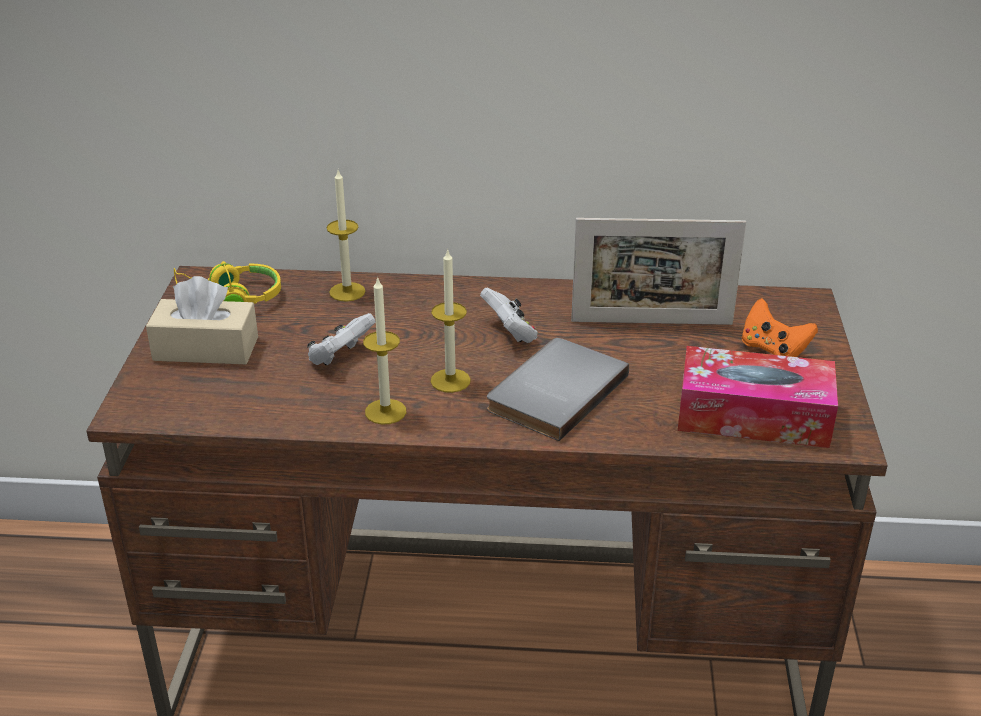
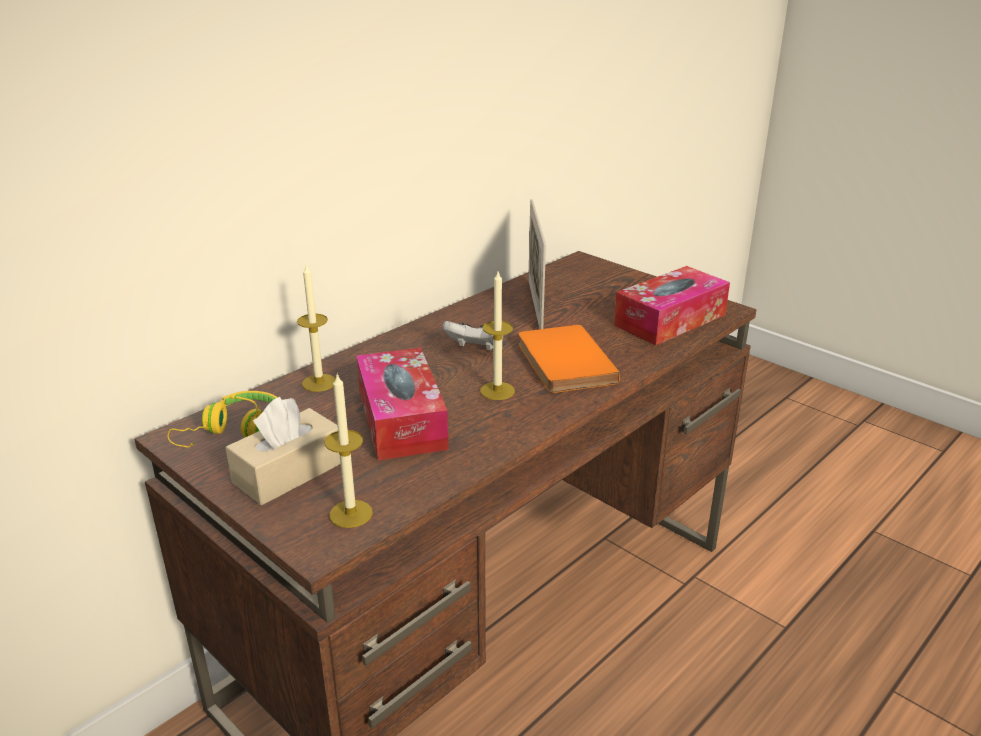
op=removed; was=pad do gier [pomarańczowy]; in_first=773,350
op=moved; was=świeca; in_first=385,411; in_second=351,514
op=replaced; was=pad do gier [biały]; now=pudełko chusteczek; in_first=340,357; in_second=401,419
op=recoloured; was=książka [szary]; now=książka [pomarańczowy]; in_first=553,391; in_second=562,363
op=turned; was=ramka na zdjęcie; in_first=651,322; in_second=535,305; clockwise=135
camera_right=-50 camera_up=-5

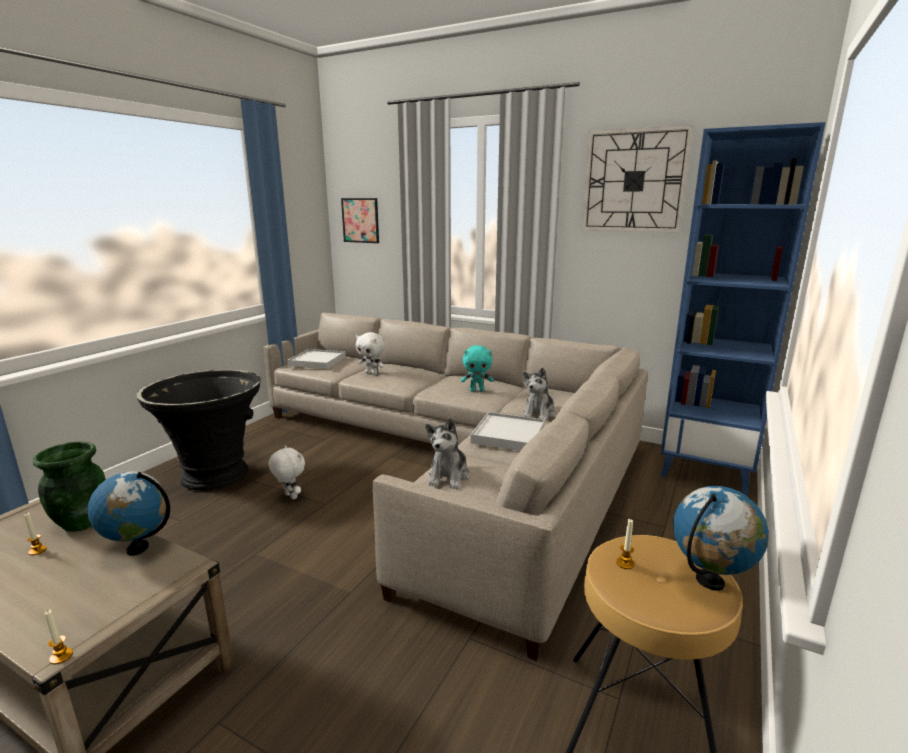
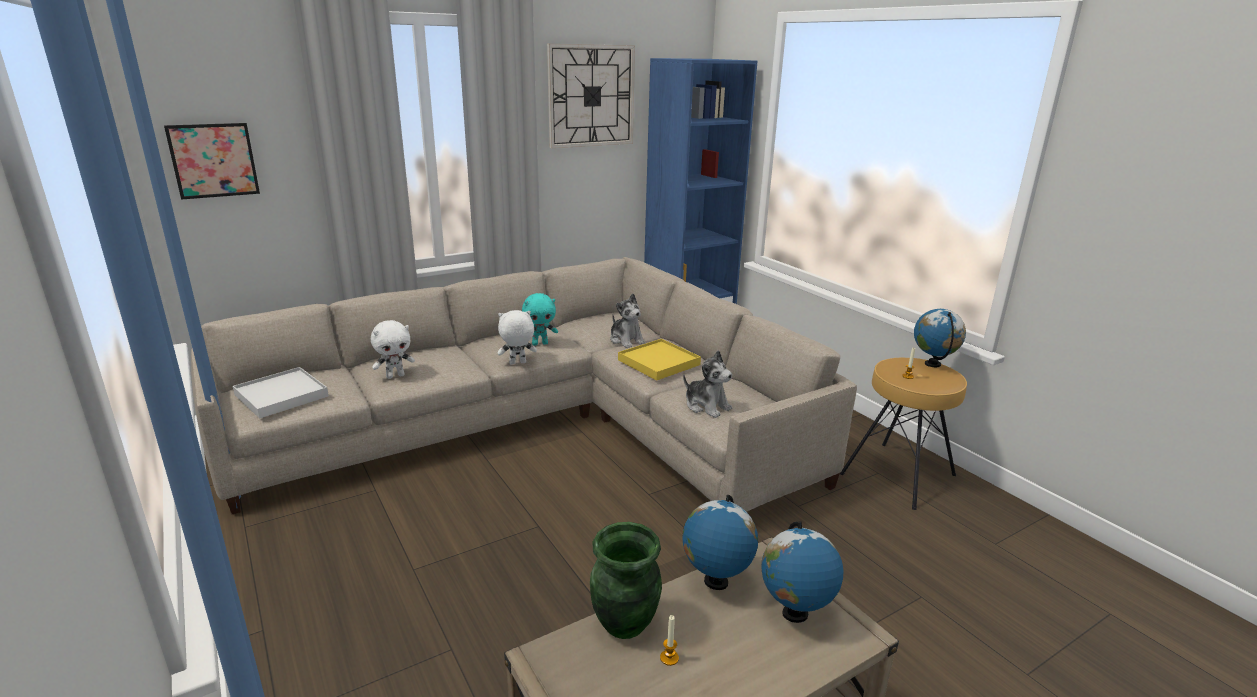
op=removed; was=świeca; in_first=61,656
op=removed; was=donica [czarny]; in_first=215,475
op=added; now=globus; in_second=794,614
op=moved; was=pluszak [biały]; in_first=290,496; in_second=517,363
op=recoloured; was=taca [biały]; now=taca [żółty]; in_first=508,435; in_second=659,362
op=turned; was=pluszak [turkusowy]; in_first=477,390; in_second=540,343; clockwise=45
camera_right=-60 camera_up=5

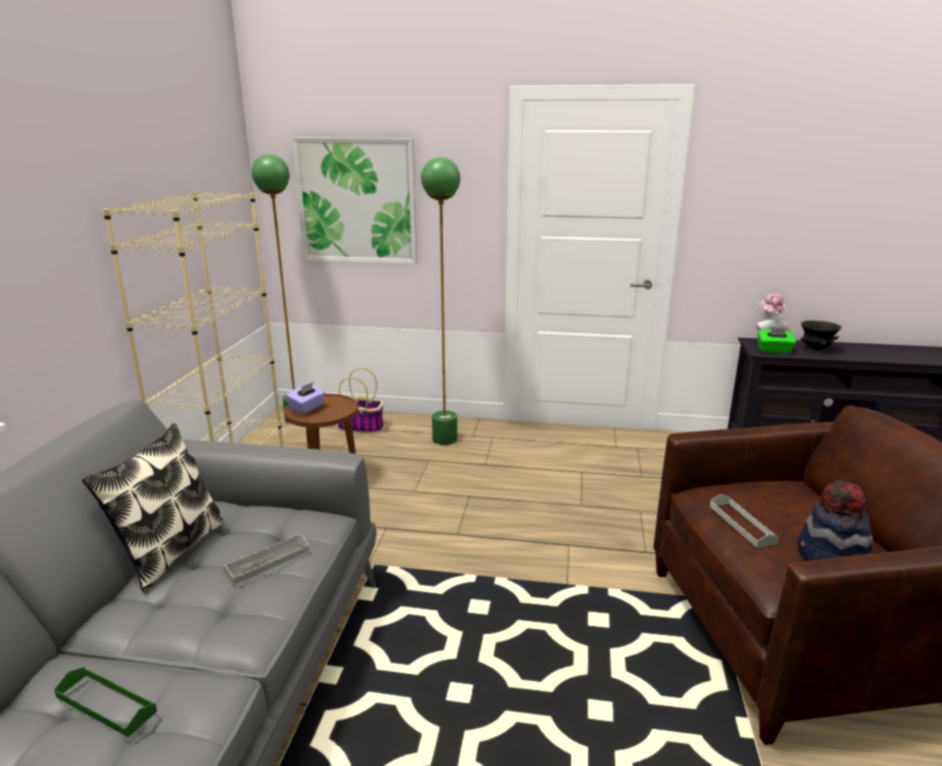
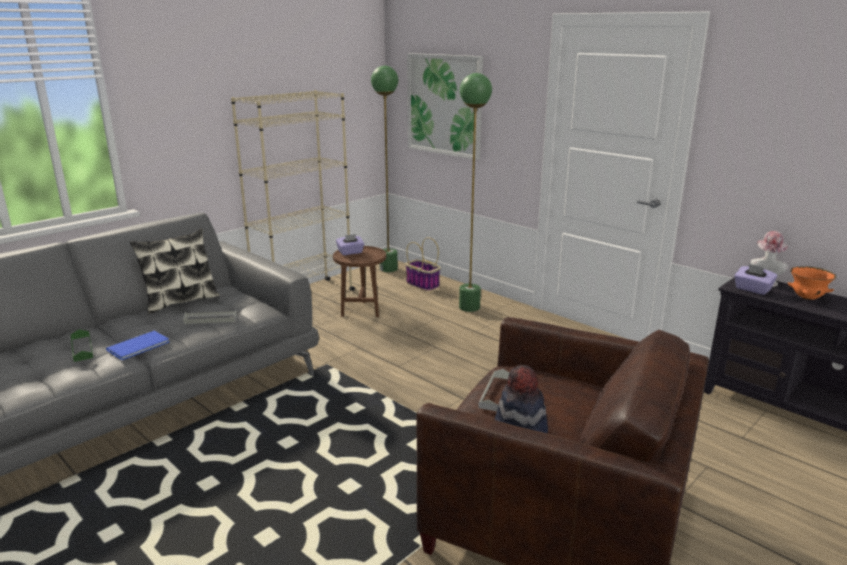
op=added; now=książka [niebieski]; in_second=140,346
op=recoloured; was=pudełko chusteczek [zielony]; now=pudełko chusteczek [fioletowy]; in_first=774,351; in_second=752,289
op=recoloured; was=miska [czarny]; now=miska [pomarańczowy]; in_first=816,349; in_second=807,298
camera_right=35 camera_up=0

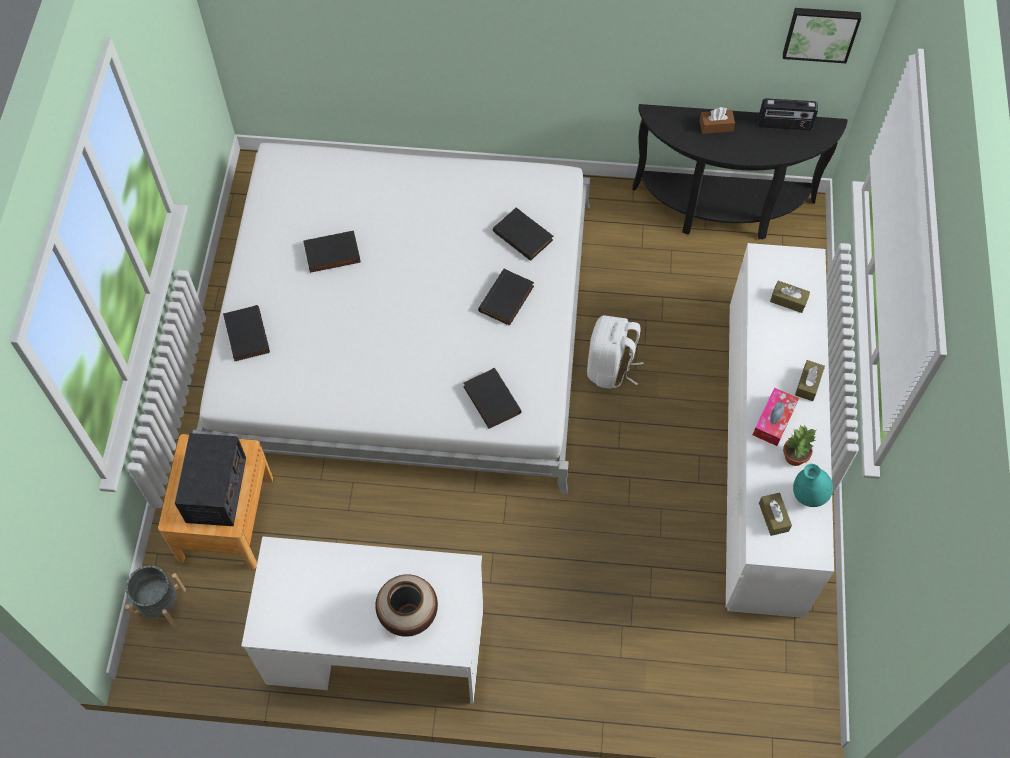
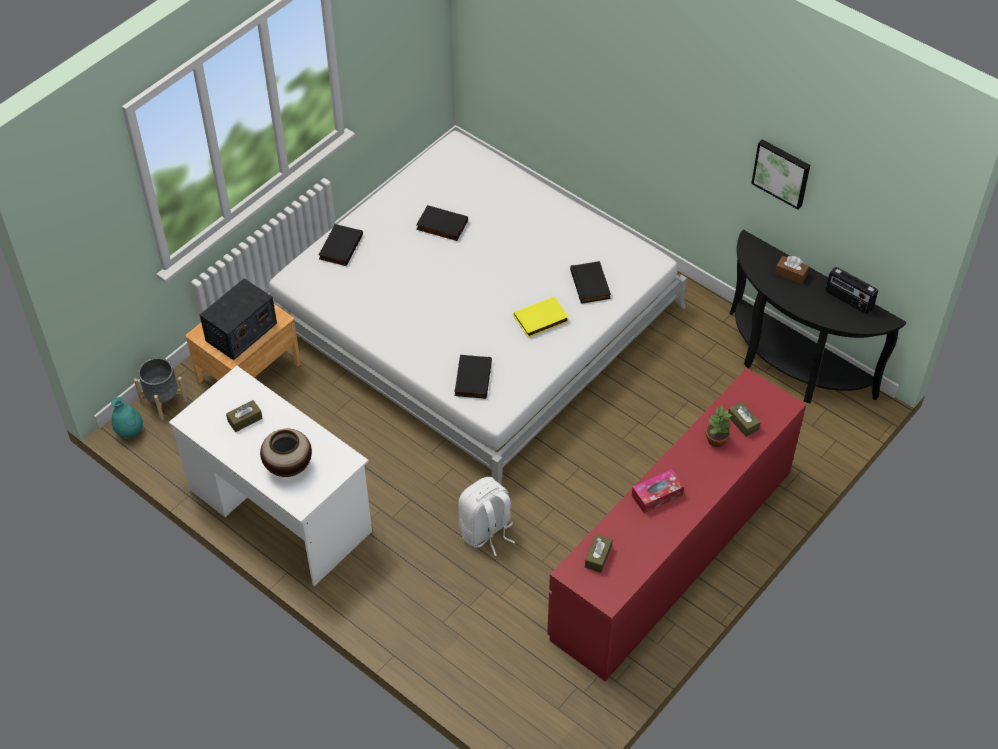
op=moved; was=plecak [biały]; in_first=610,368; in_second=486,531
op=moved; was=obraz; in_first=821,33; in_second=782,172
op=moved; was=roślina doniczkowa; in_first=794,457; in_second=716,440
op=moved; was=wazon [turkusowy]; in_first=808,495; in_second=130,432
op=moved; was=pudełko chusteczek [brązowy]; in_first=808,384; in_second=245,420
op=recoloured; was=książka [czarny]; now=książka [żółty]; in_first=507,299; in_second=541,320
op=recoloured; was=komoda [biały]; now=komoda [czerwony]; in_first=764,455; in_second=673,553
camera_right=35 camera_up=-10

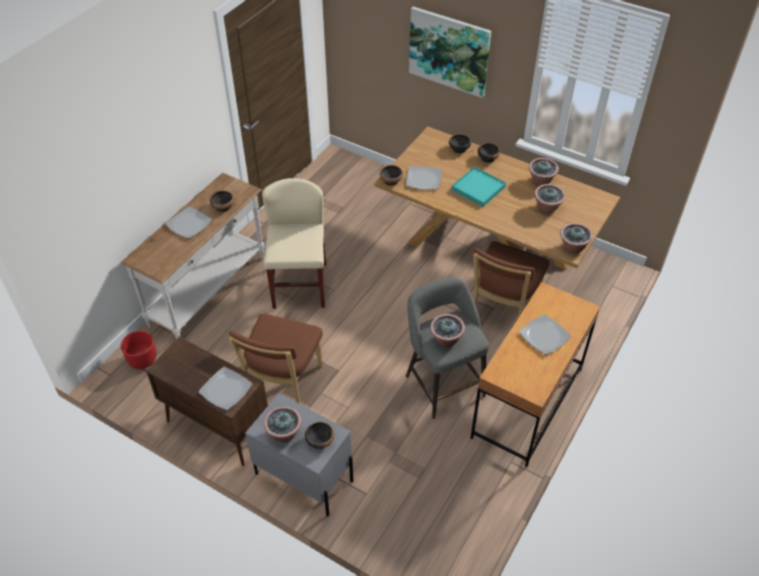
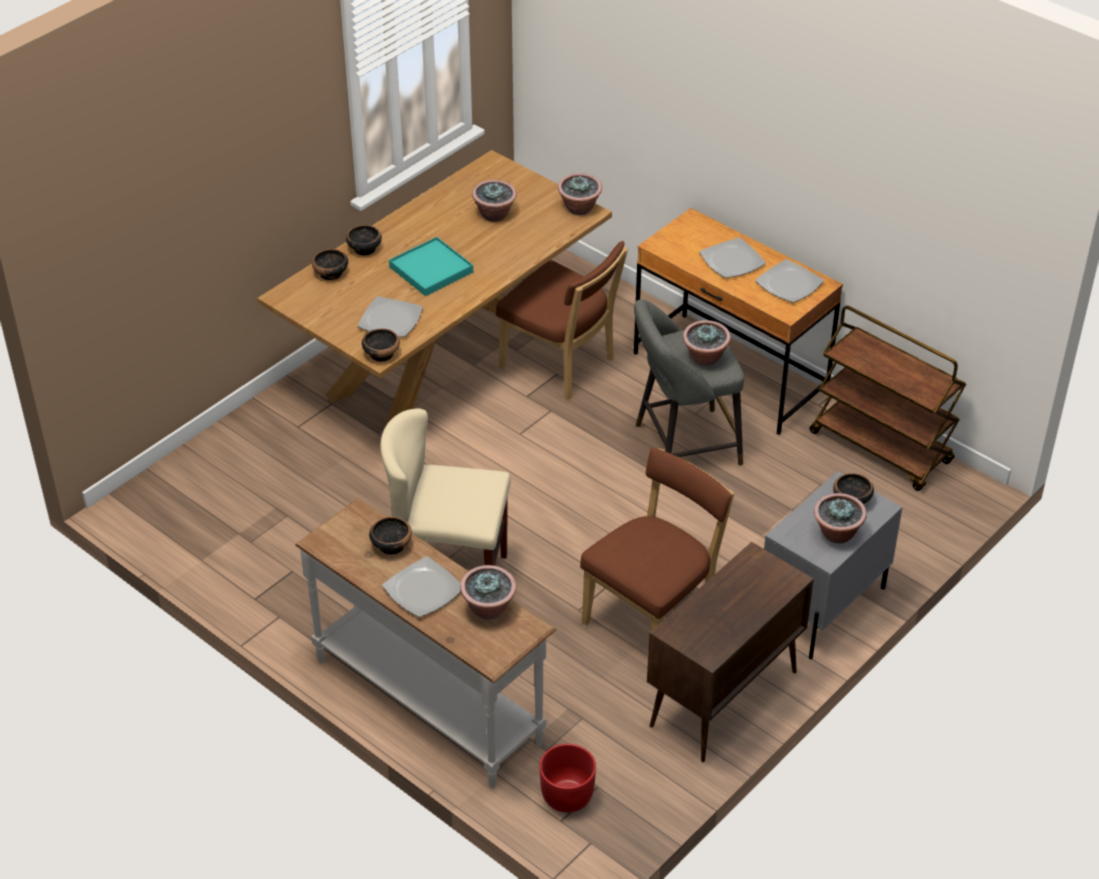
op=removed; was=obraz; in_first=449,51
op=added; now=wózek [brązowy]; in_second=881,448
op=moved; was=talerz; in_first=226,389; in_second=788,284
op=moved; was=roślina doniczkowa; in_first=541,181; in_second=489,608
op=turned; was=krzesło [brązowy]; in_first=283,384; in_second=653,617; clockwise=-75
camera_right=-80 camera_up=-5

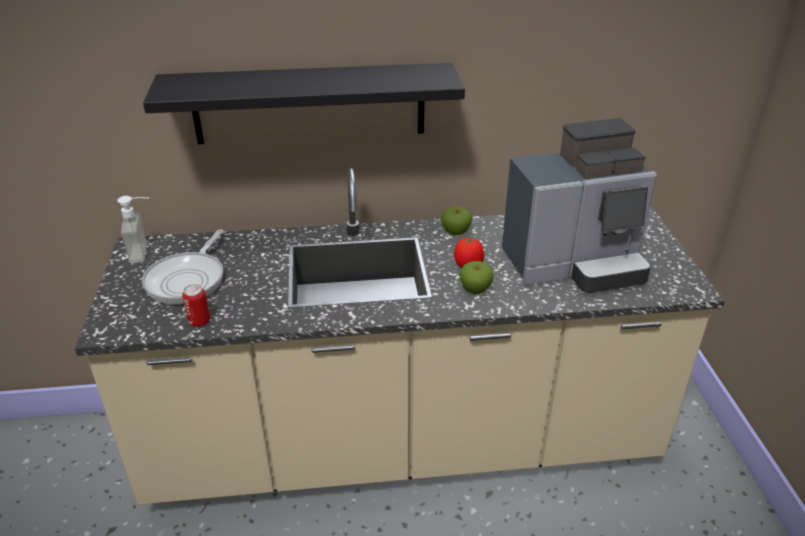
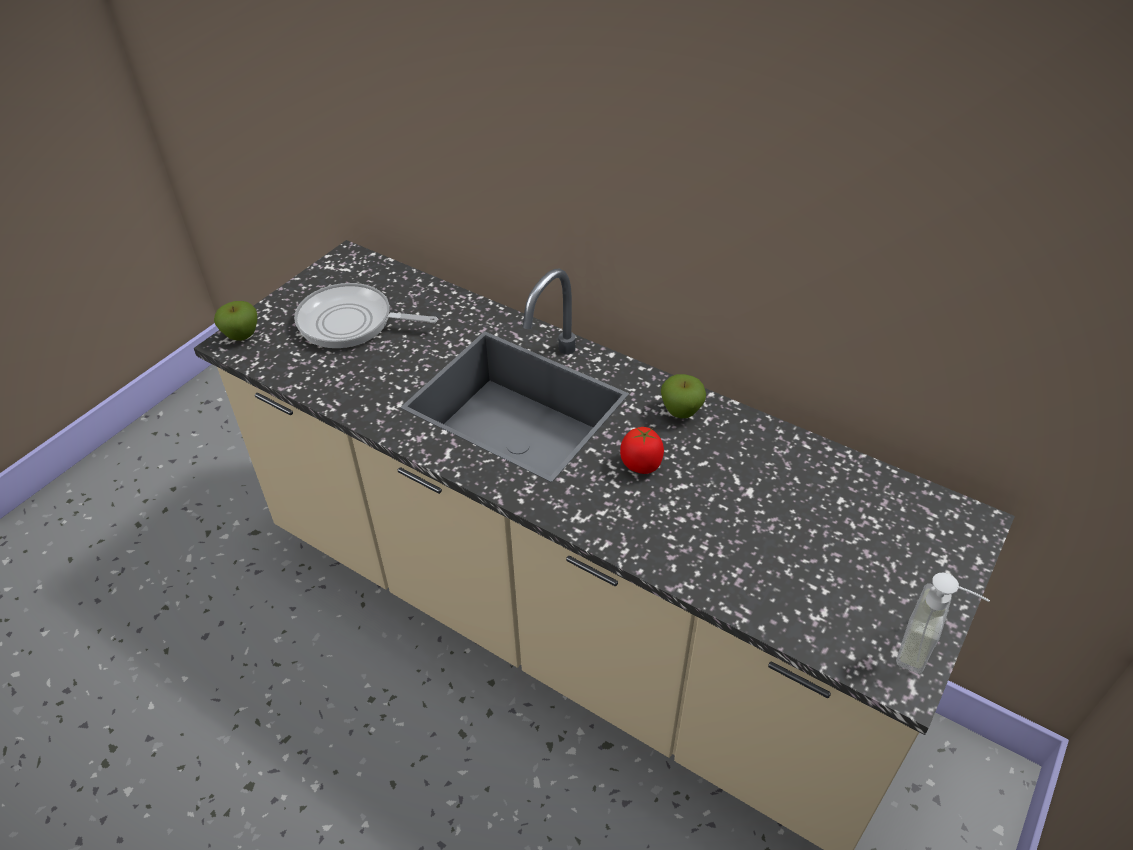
op=removed; was=półka [czarny]; in_first=309,104
op=removed; was=puszka; in_first=199,321
op=removed; was=ekspres do kawy; in_first=574,265
op=moved; was=dozownik mydła; in_first=146,252; in_second=928,651
op=moved; was=jabłko; in_first=475,290; in_second=242,335
op=turned; was=patelnia; in_first=188,279; in_second=351,322; clockwise=45
camera_right=40 camera_up=10

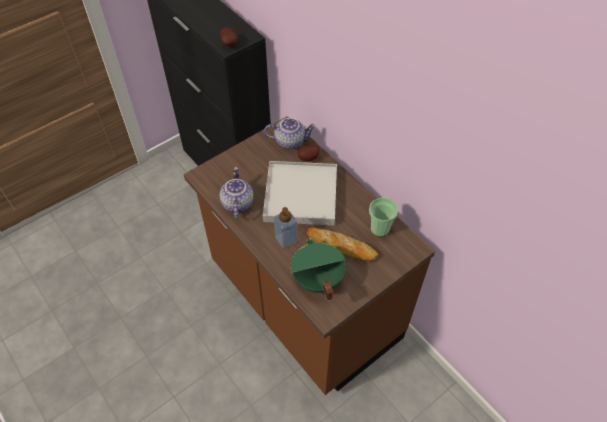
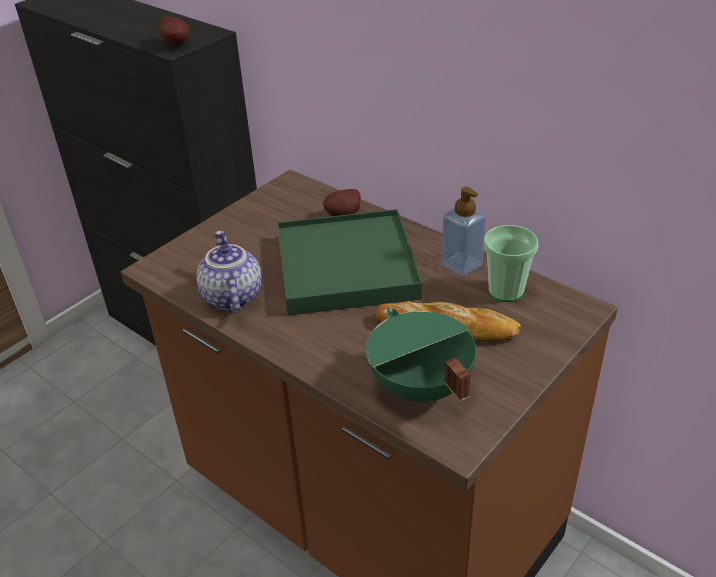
op=removed; was=imbryk; in_first=290,141
op=moved; was=dozownik mydła; in_first=286,239; in_second=462,264
op=recoloured; was=taca [biały]; now=taca [zielony]; in_first=300,195; in_second=346,267
camera_right=-10 camera_up=-15

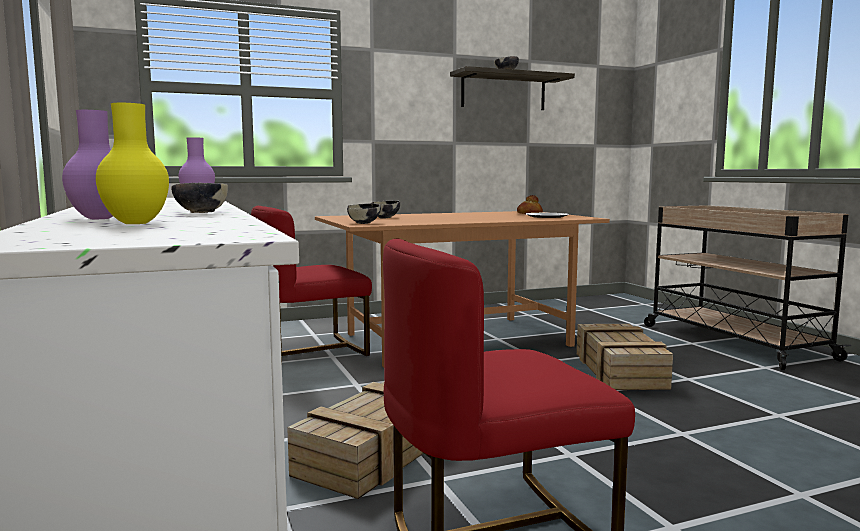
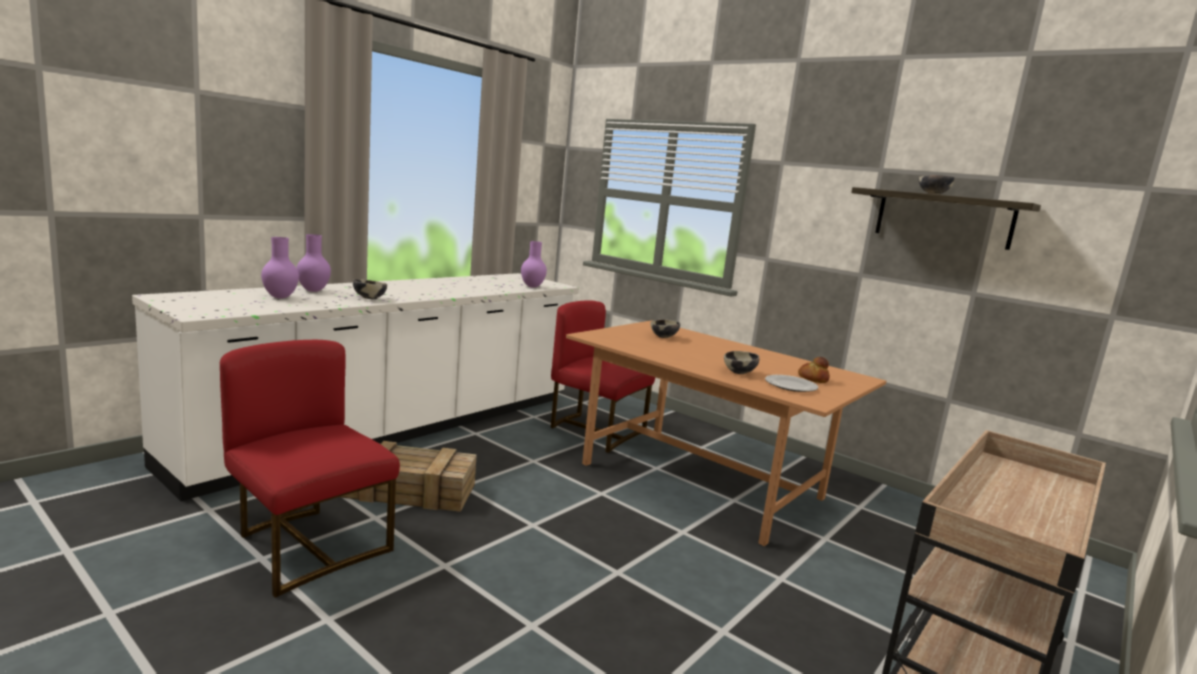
op=removed; was=skrzynka; in_first=618,369
op=moved; was=miska; in_first=364,223; in_second=739,373
op=recoloured; was=wazon [żółty]; now=wazon [fioletowy]; in_first=136,223; in_second=281,297
camera_right=60 camera_up=5

